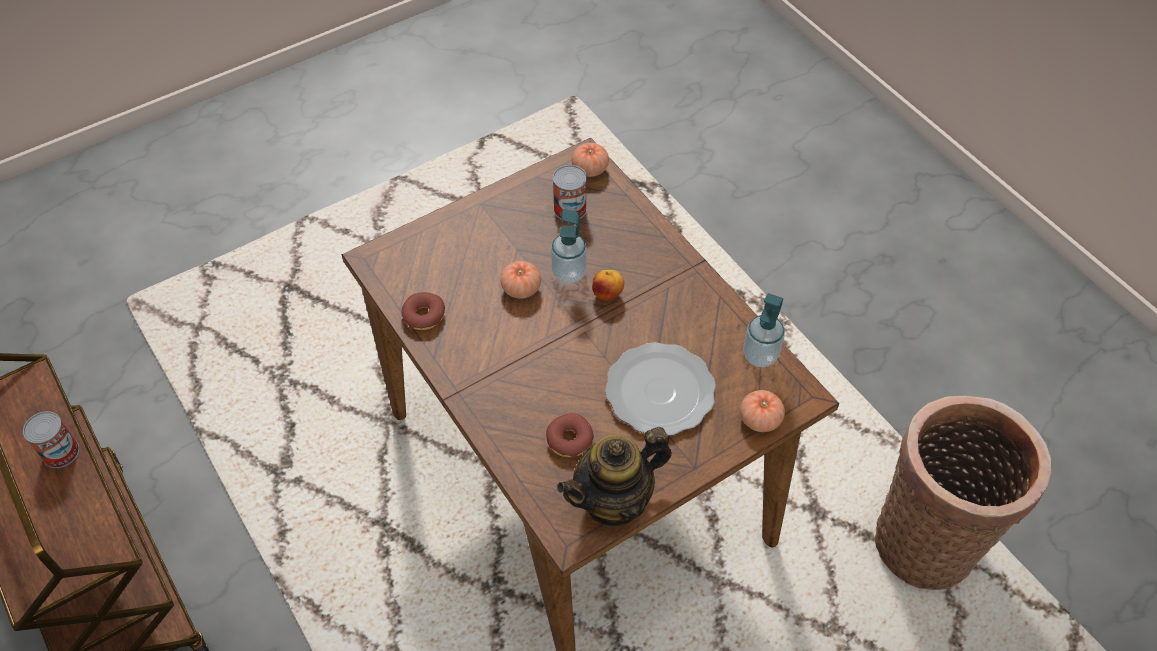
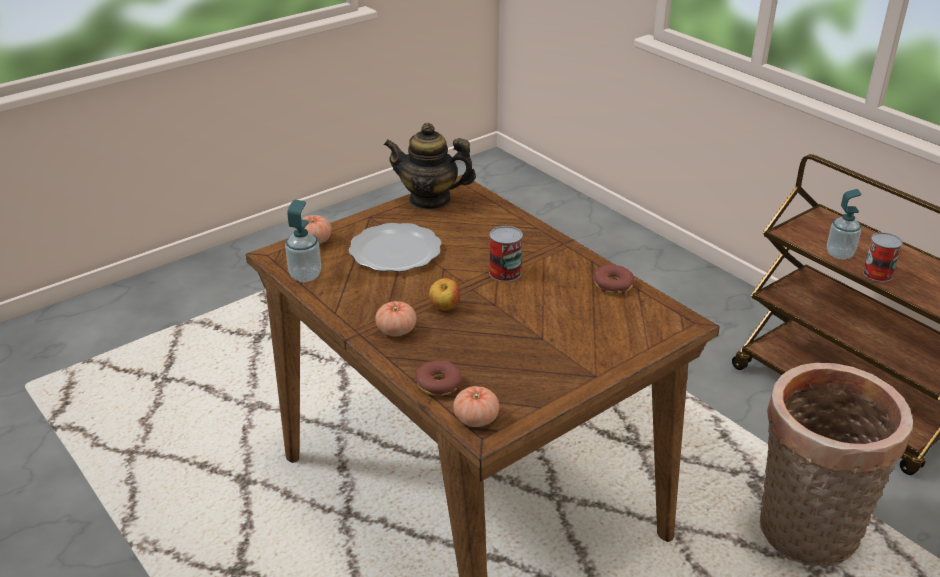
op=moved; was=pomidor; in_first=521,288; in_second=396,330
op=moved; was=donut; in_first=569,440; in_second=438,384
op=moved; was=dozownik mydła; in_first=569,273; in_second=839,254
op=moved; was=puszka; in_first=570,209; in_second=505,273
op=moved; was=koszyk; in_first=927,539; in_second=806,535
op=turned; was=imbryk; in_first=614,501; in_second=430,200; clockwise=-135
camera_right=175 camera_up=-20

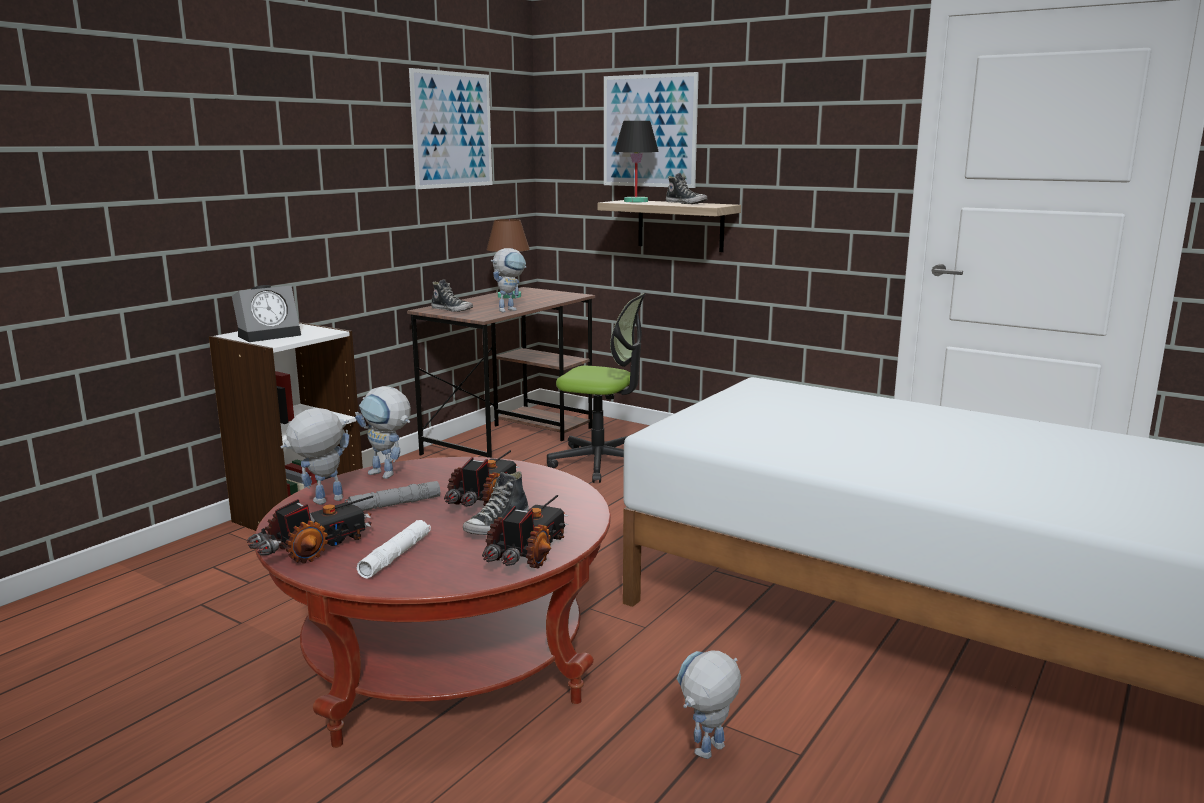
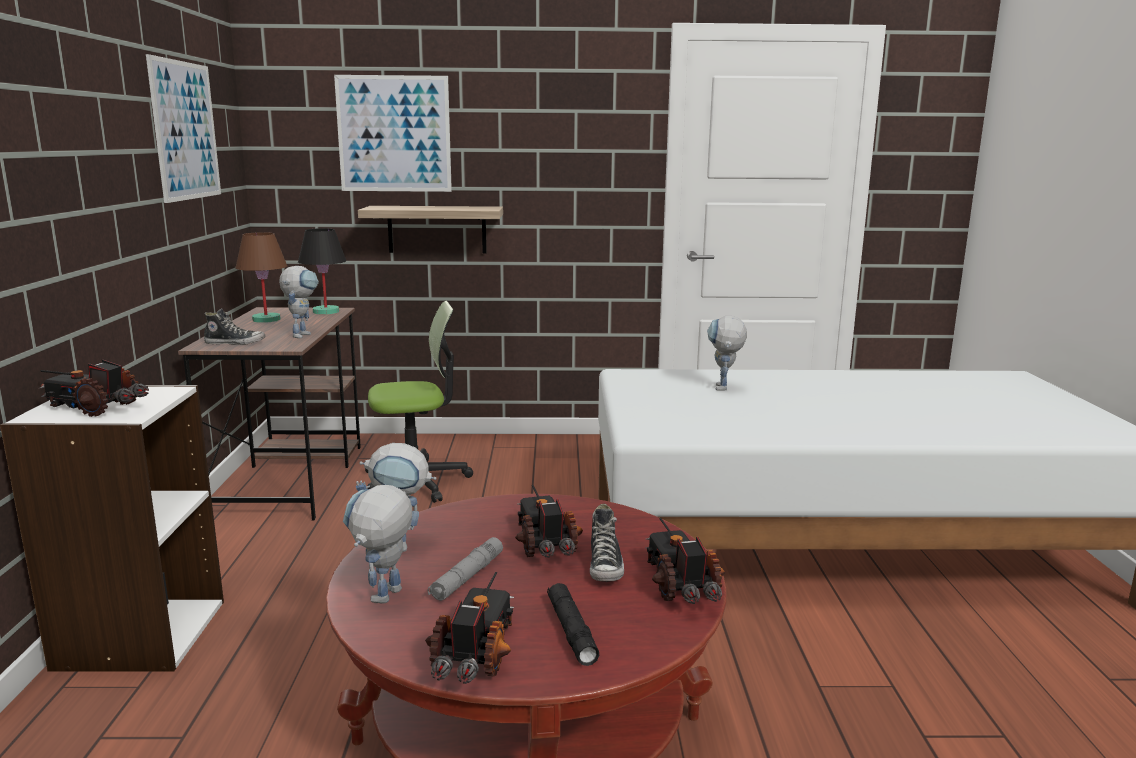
op=removed; was=but; in_first=686,203
op=moved; was=lampa stołowa [czarny]; in_first=635,201; in_second=325,311
op=moved; was=robot zabawkowy; in_first=706,756; in_second=723,389
op=replaced; was=budzik; now=ciężarówka zabawkowa; in_first=270,335; in_second=96,408
op=recoloured; was=latarka [biały]; now=latarka [czarny]; in_first=396,556; in_second=571,630
camera_right=-35 camera_up=0

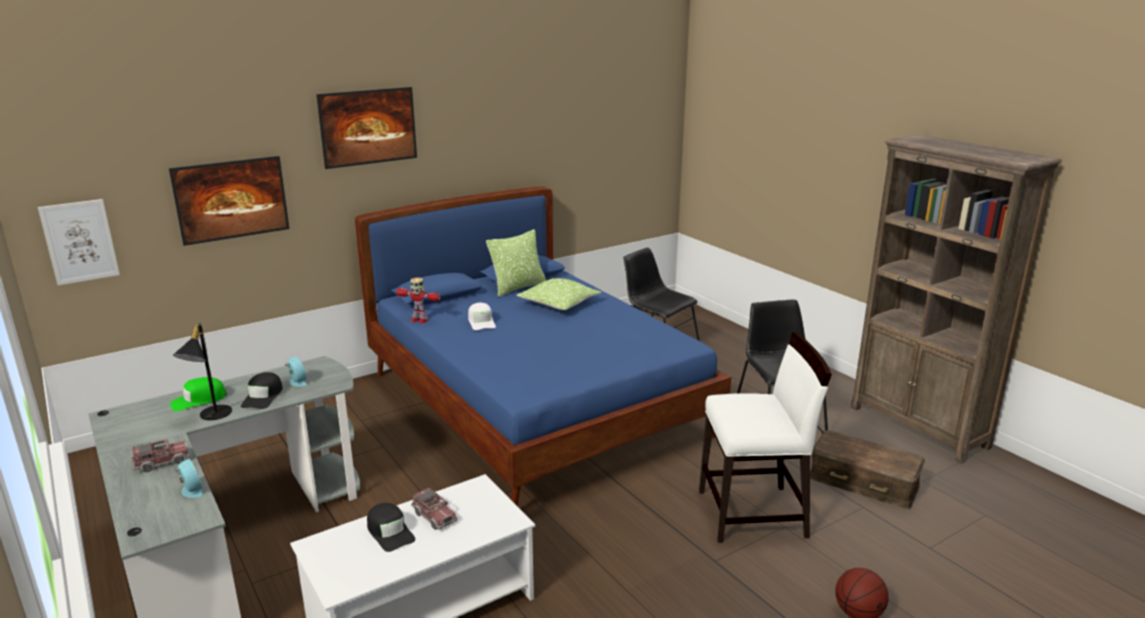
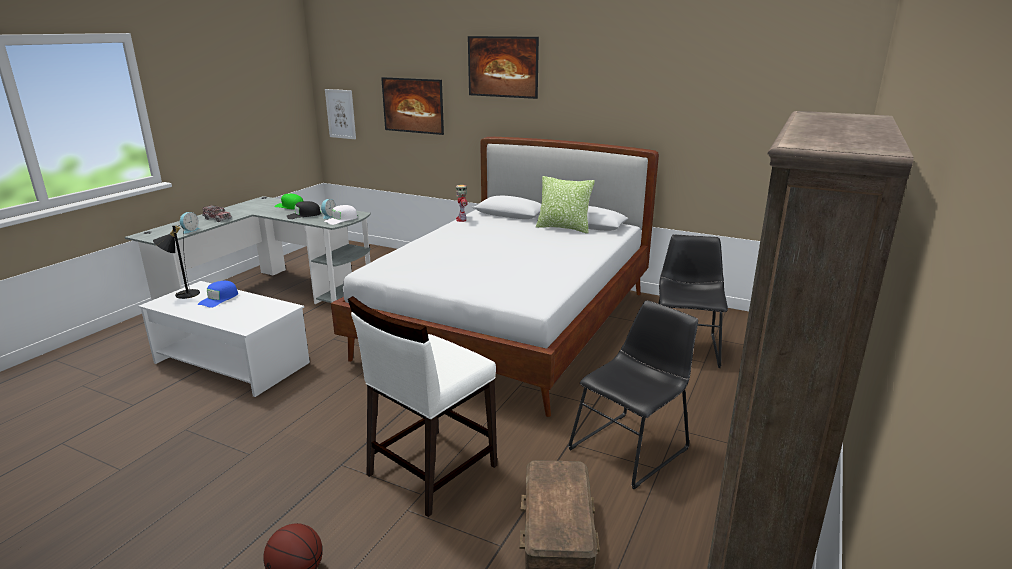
op=removed; was=ciężarówka zabawkowa; in_first=434,516
op=removed; was=poduszka; in_first=558,304
op=moved; was=lampa stołowa [czarny]; in_first=210,415; in_second=183,294
op=moved; was=czapka z daszkiem [biały]; in_first=481,322; in_second=341,220
op=recoloured; was=łóżko [niebieski]; now=łóżko [biały]; in_first=535,405; in_second=511,325
op=recoloured; was=czapka z daszkiem [czarny]; now=czapka z daszkiem [niebieski]; in_first=390,532; in_second=219,299
op=turned; was=krzesło [biały]; in_first=753,514; in_second=430,470; clockwise=75
camera_right=60 camera_up=0

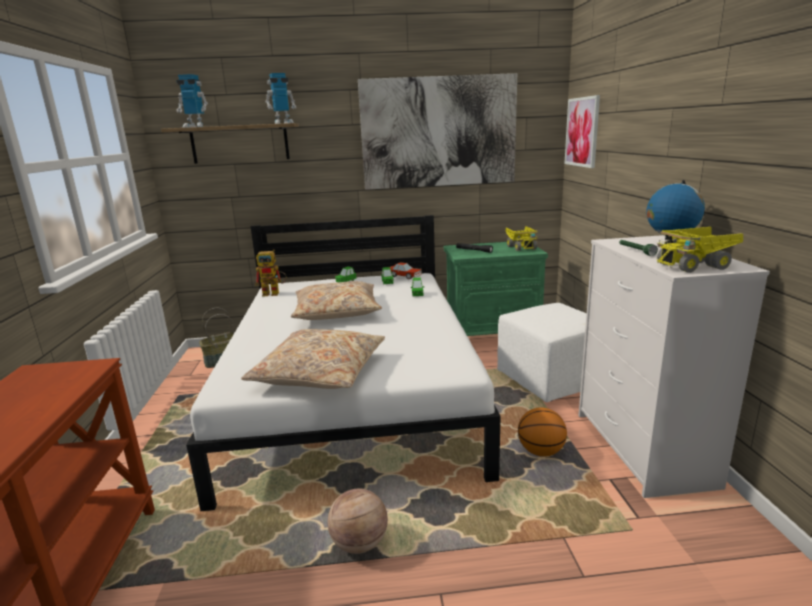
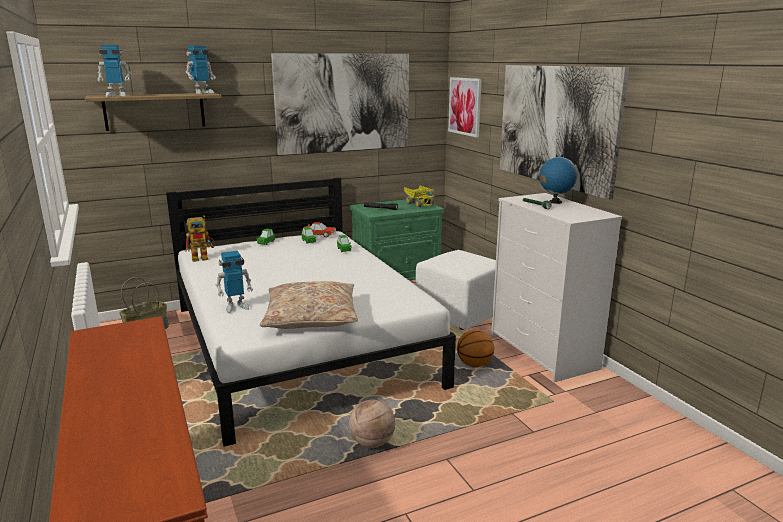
op=removed; was=poduszka [beżowy]; in_first=337,312
op=removed; was=ciężarówka zabawkowa; in_first=695,266
op=added; now=robot zabawkowy; in_second=236,307
op=added; now=obraz; in_second=556,125
camera_right=-20 camera_up=0

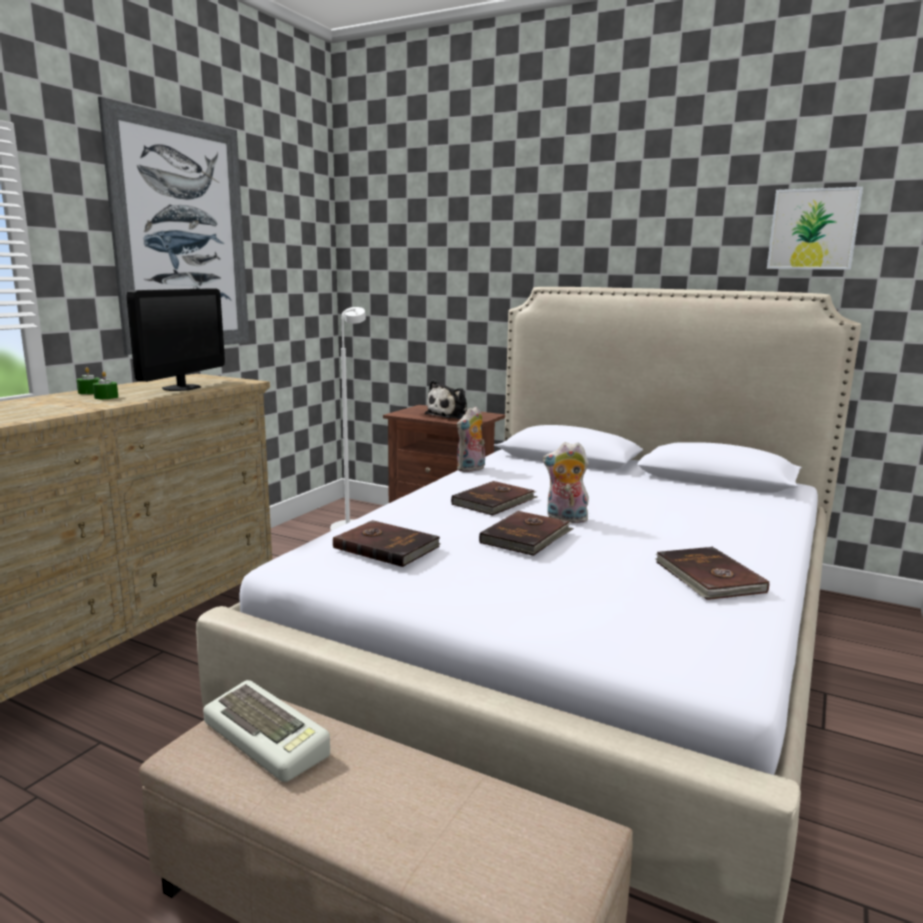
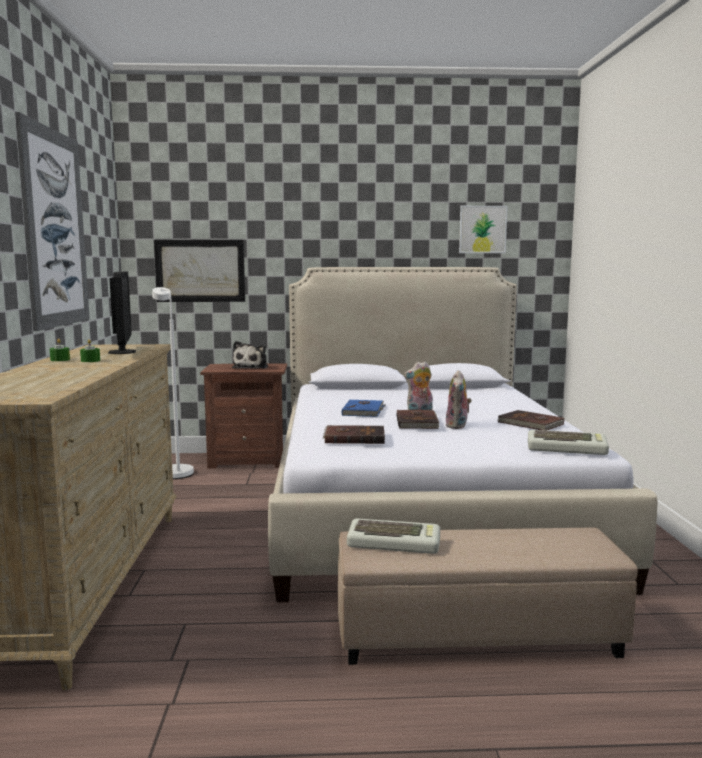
op=added; now=obraz; in_second=200,271
op=added; now=klawiatura; in_second=567,448
op=moved; was=pluszak; in_first=471,469; in_second=458,426
op=recoloured; was=książka [brązowy]; now=książka [niebieski]; in_first=495,501; in_second=364,411
camera_right=-30 camera_up=-5

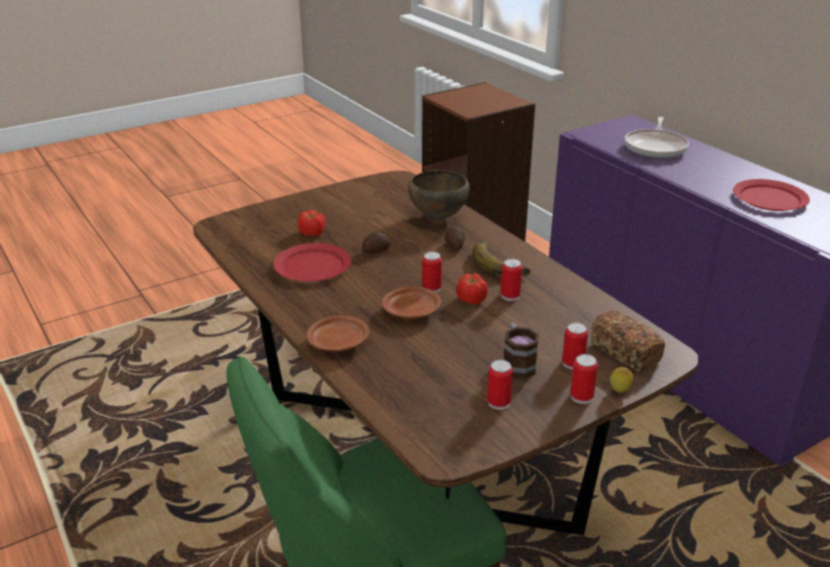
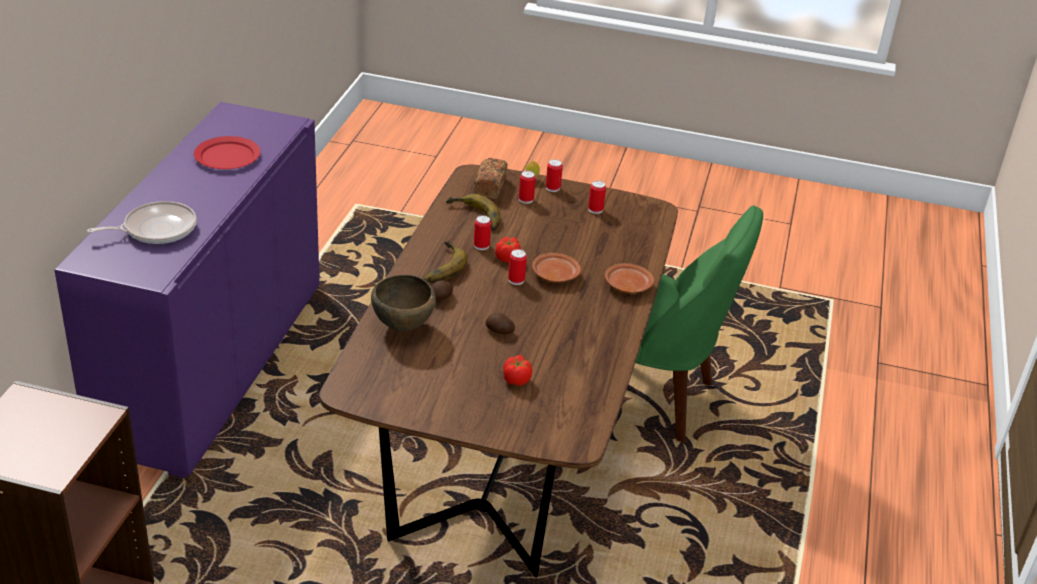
op=removed; was=talerz [czerwony]; in_first=312,266
op=removed; was=kubek; in_first=517,364
op=added; now=banan; in_second=474,217
camera_right=-135 camera_up=5

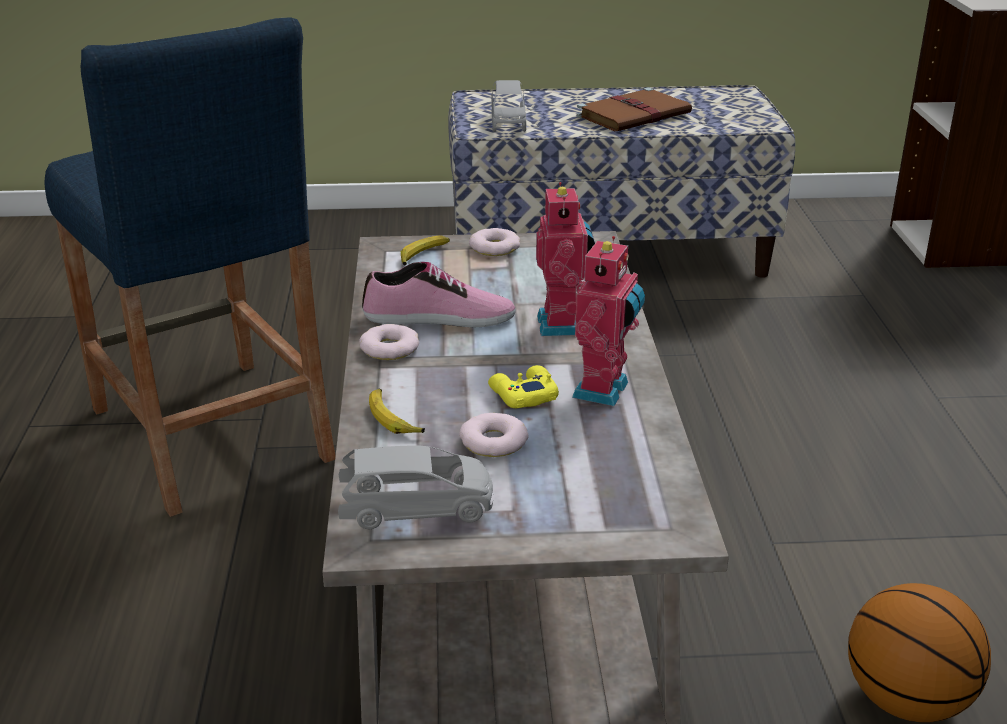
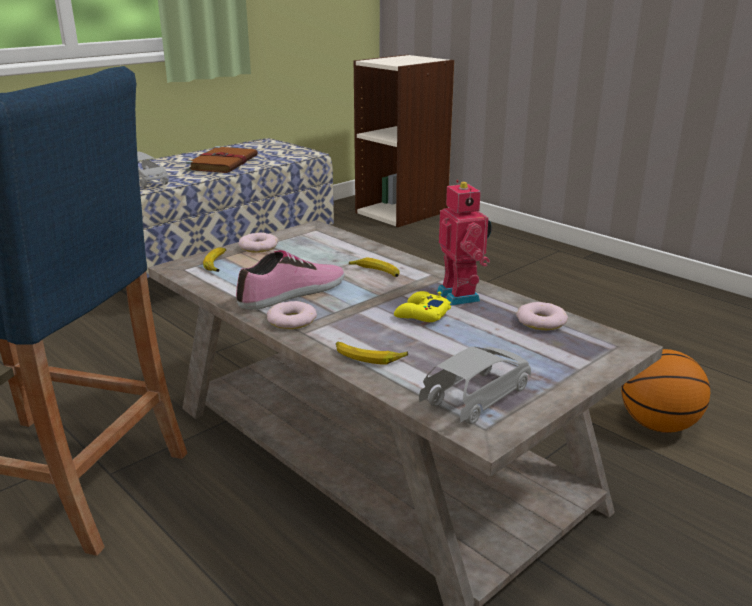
op=moved; was=donut; in_first=493,442; in_second=541,321
op=replaced; was=robot zabawkowy; now=banan; in_first=562,324; in_second=376,272
camera_right=-40 camera_up=-5

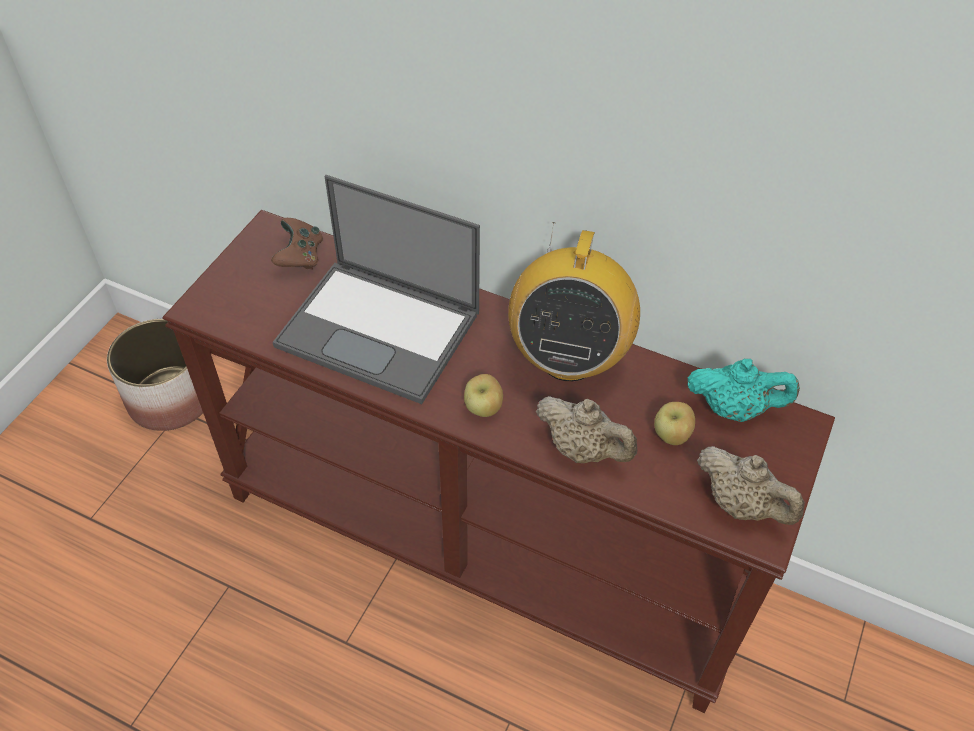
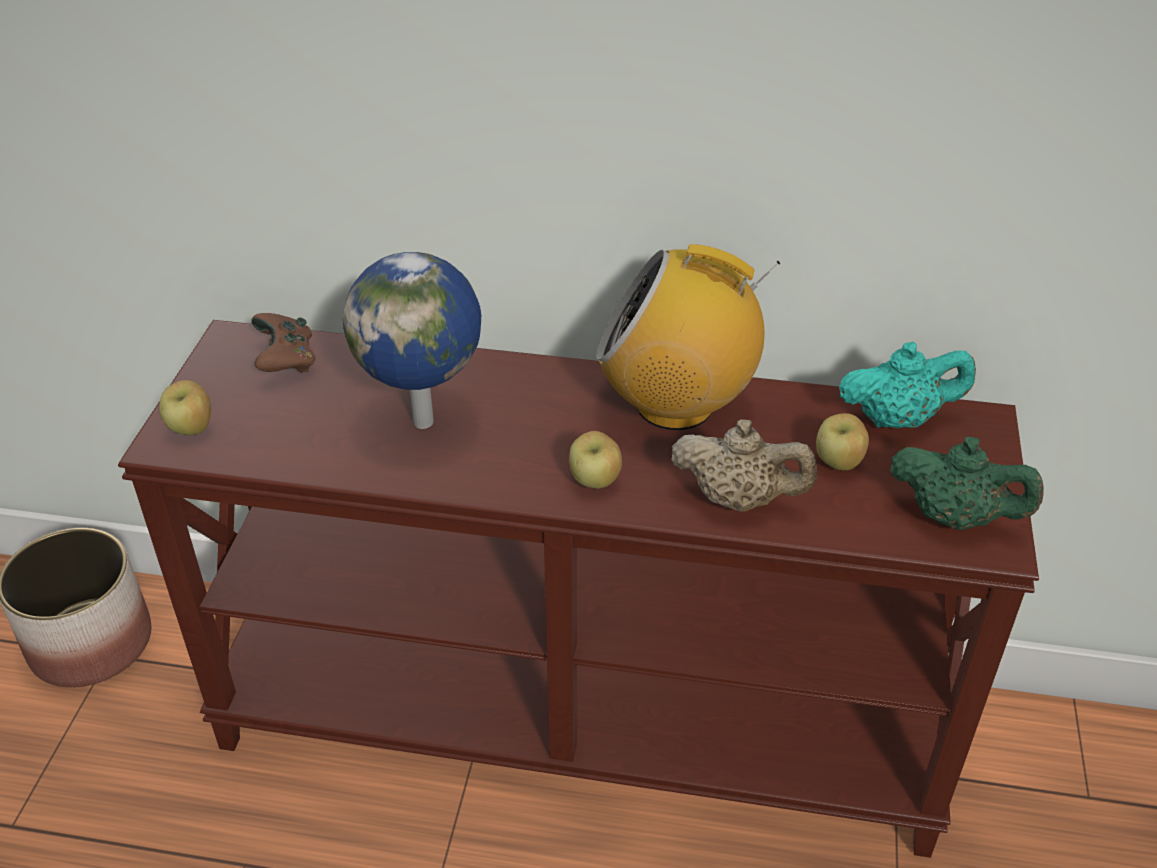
op=added; now=jabłko; in_second=192,429
op=replaced; was=laptop; now=globus; in_first=381,329; in_second=426,421
op=recoloured; was=imbryk [beżowy]; now=imbryk [zielony]; in_first=741,504; in_second=954,517
op=turned; was=radio; in_first=568,357; in_second=676,404; clockwise=105
camera_right=-15 camera_up=-10

